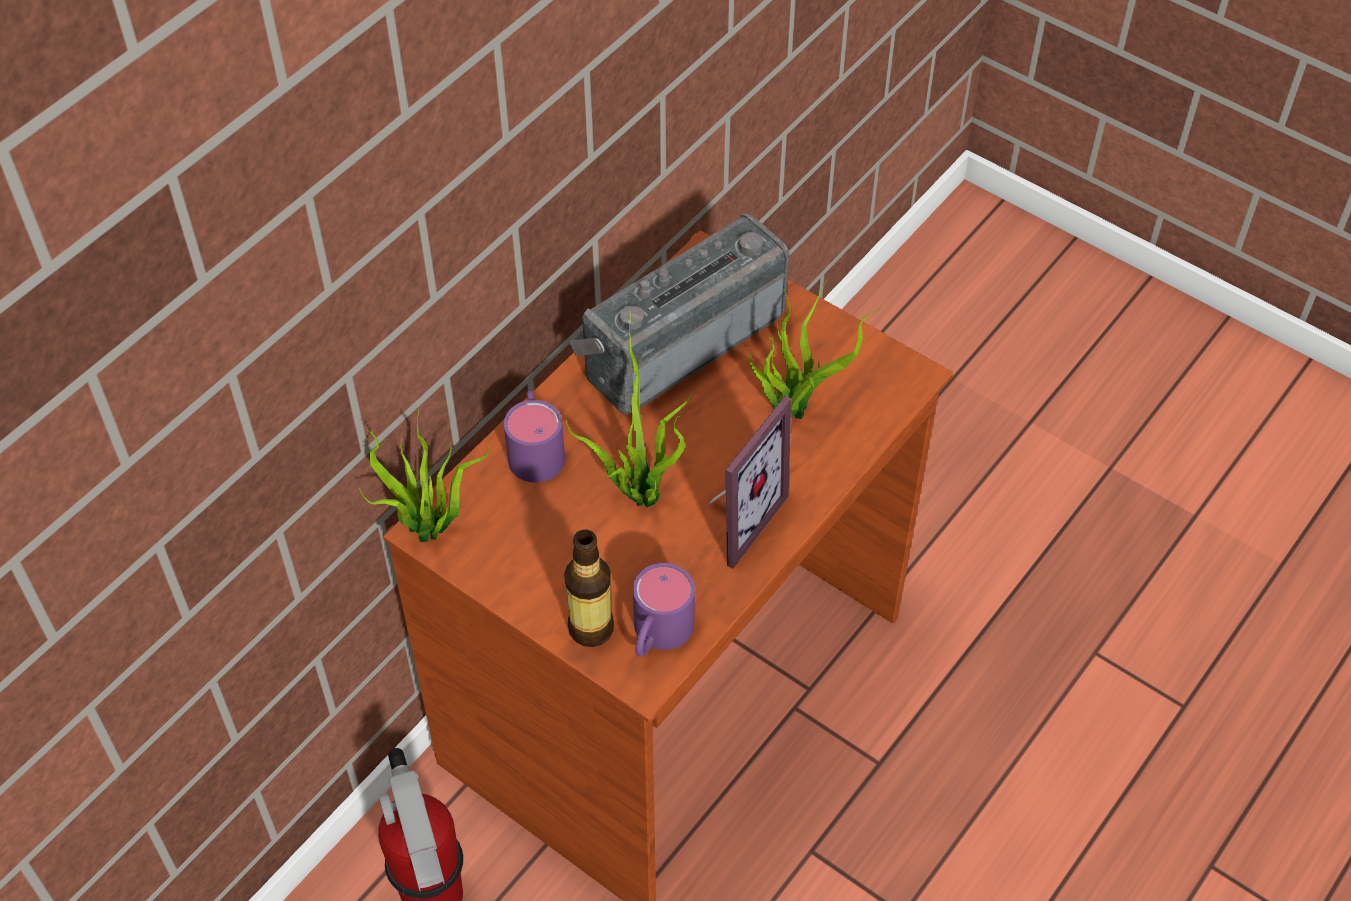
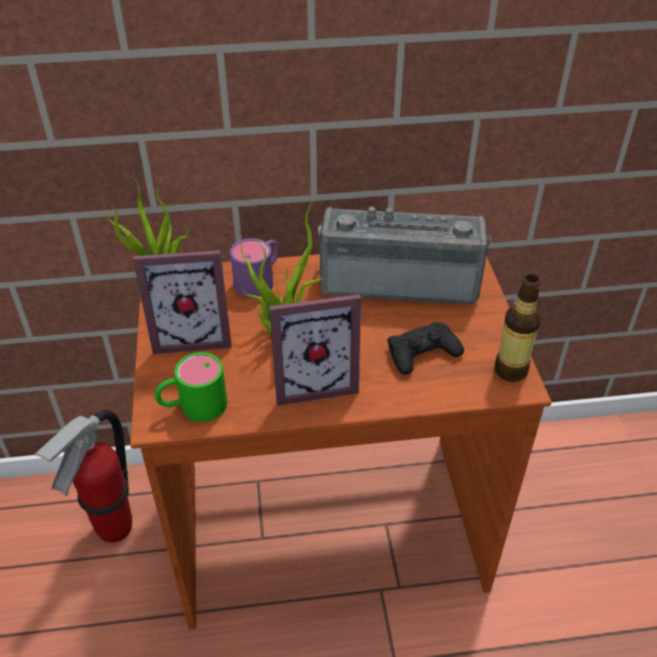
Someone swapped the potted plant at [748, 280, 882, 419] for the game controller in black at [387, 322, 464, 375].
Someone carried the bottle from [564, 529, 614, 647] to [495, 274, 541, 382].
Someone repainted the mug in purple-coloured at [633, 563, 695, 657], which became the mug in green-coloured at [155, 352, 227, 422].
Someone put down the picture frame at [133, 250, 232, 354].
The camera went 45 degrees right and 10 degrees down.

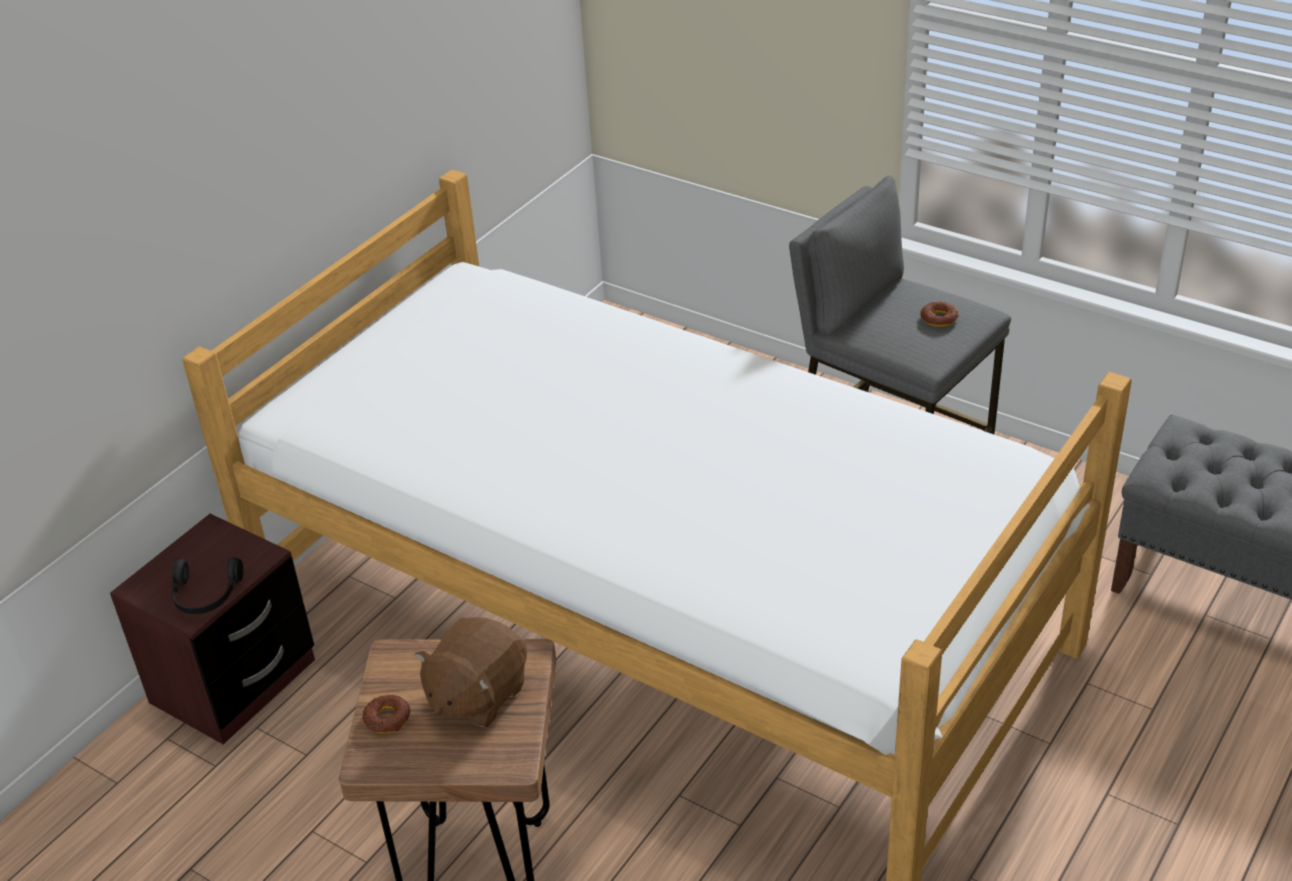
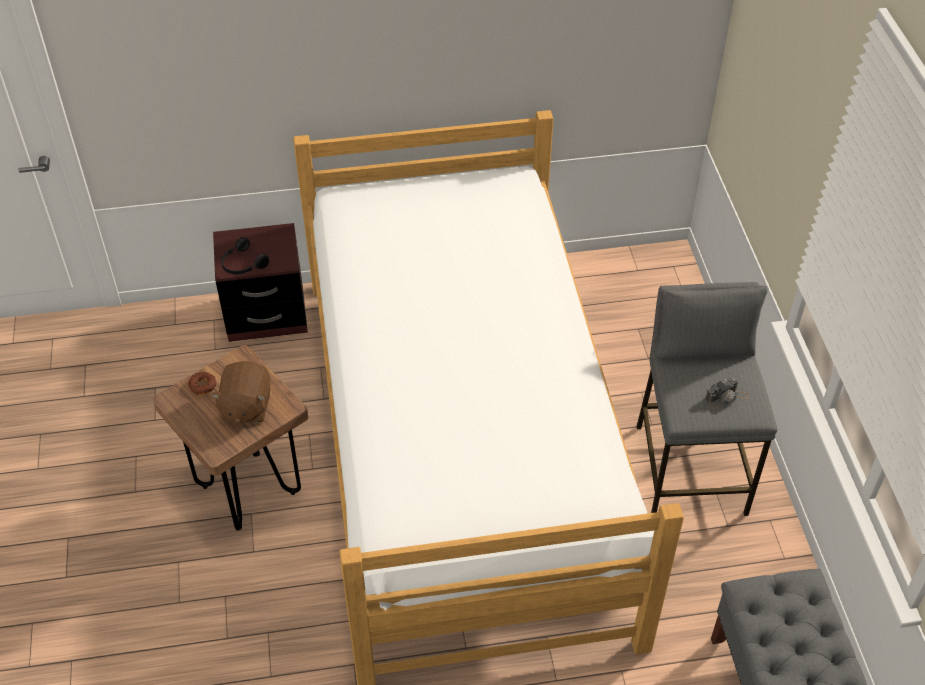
Someone swapped the ring doughnut at [921, 301, 959, 327] for the photo camera at [705, 378, 749, 408].
Someone rotated the soft toy in brown-coloured at [415, 617, 527, 727] by 75 degrees counterclockwise.
The camera went 45 degrees right and 10 degrees up.

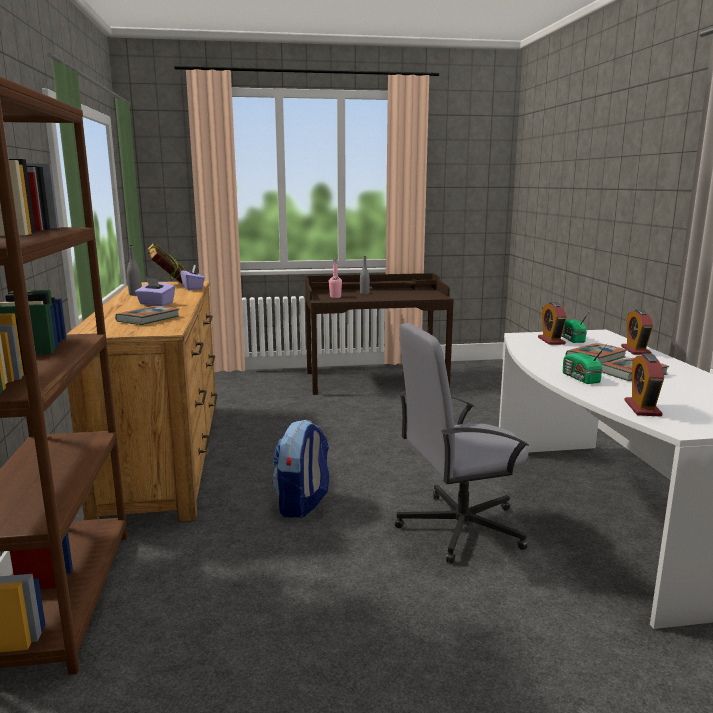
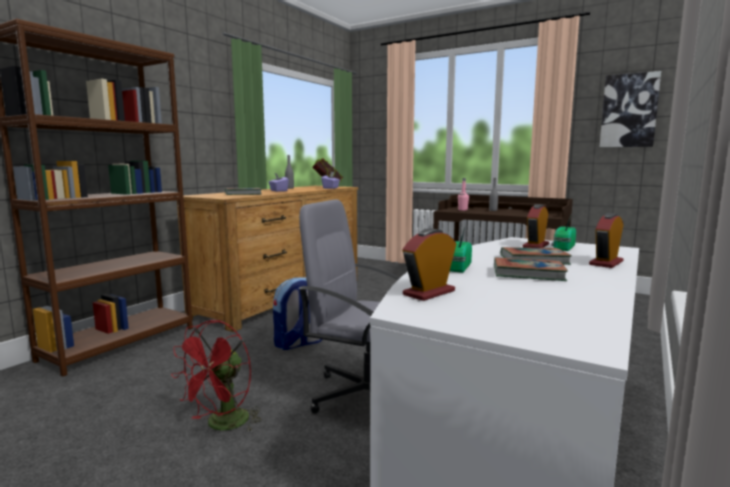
Someone put up the wall picture at [600, 71, 661, 147].
Someone put down the electric fan in reddish at [171, 320, 262, 433].
The camera went 40 degrees right and 5 degrees down.

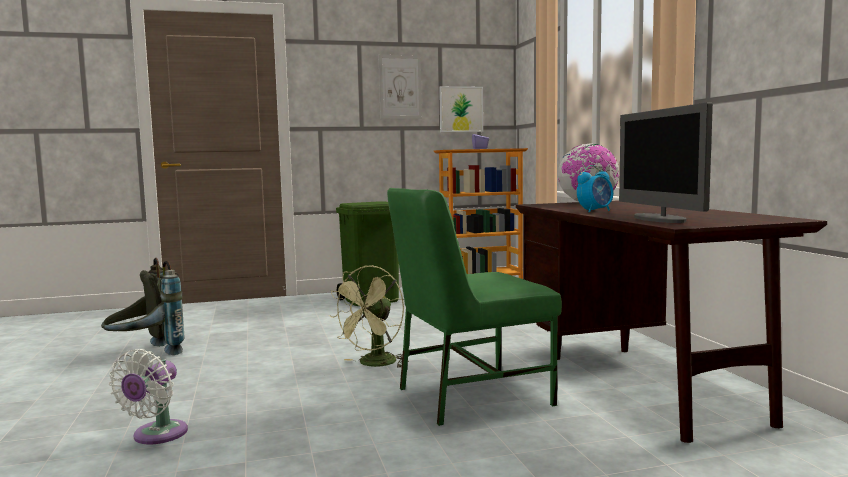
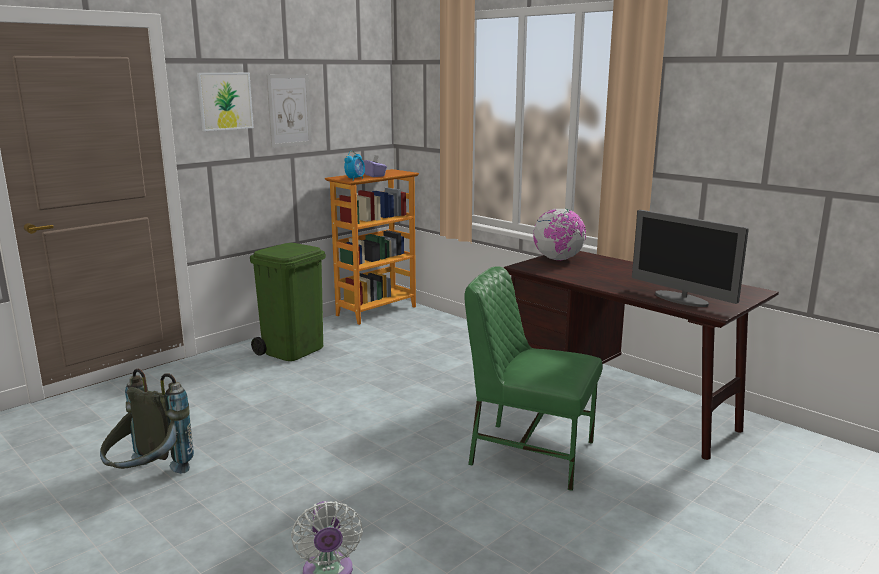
Someone carried the wall picture from [439, 86, 483, 132] to [197, 73, 254, 131].
Someone carried the alarm clock from [577, 165, 613, 213] to [344, 151, 365, 181].
Someone rotated the plain chair in green-coloured at [387, 188, 562, 426] by 75 degrees clockwise.
Someone took away the electric fan in green-coloured at [328, 265, 409, 368].
The camera went 30 degrees left and 10 degrees up.

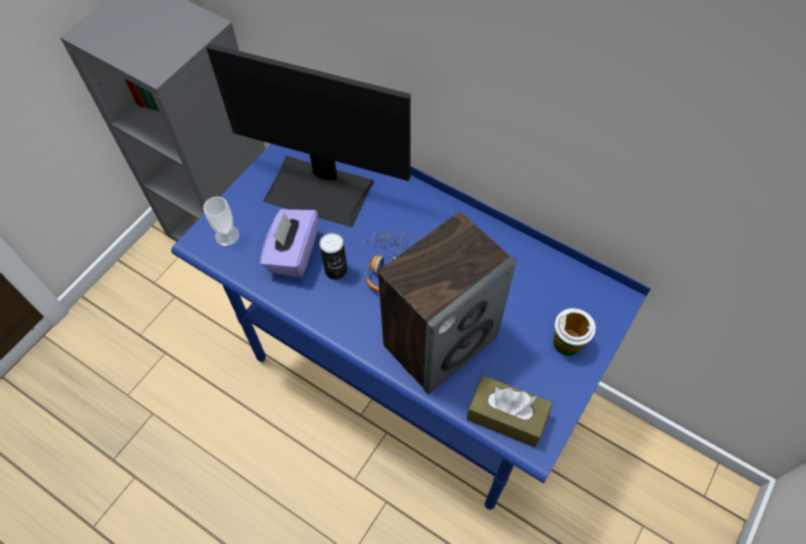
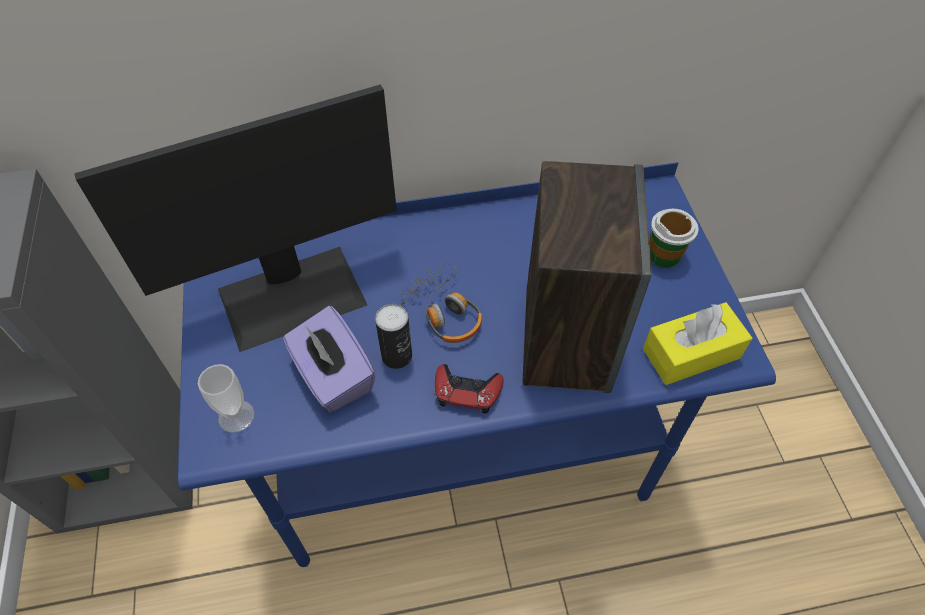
Someone repainted the tissue holder in brown-coloured at [467, 375, 552, 447], which became the tissue holder in yellow at [643, 302, 752, 385].
Someone put down the game controller in reddish at [435, 364, 504, 414].
The camera went 45 degrees left and 5 degrees down.

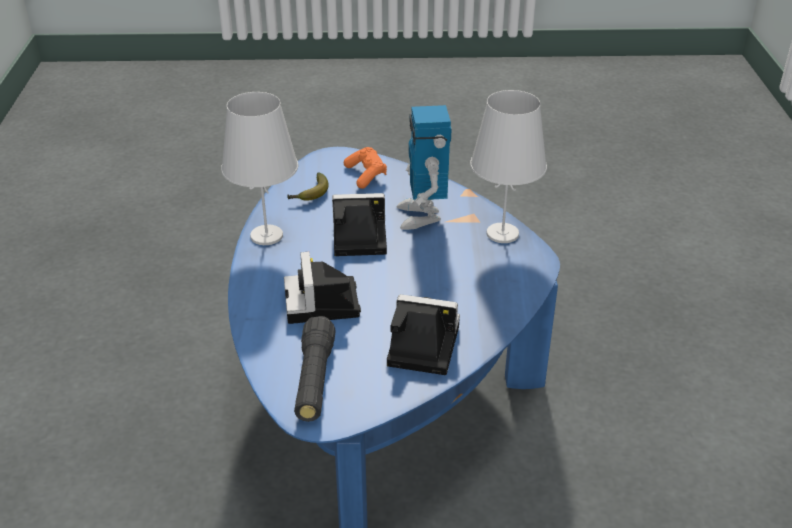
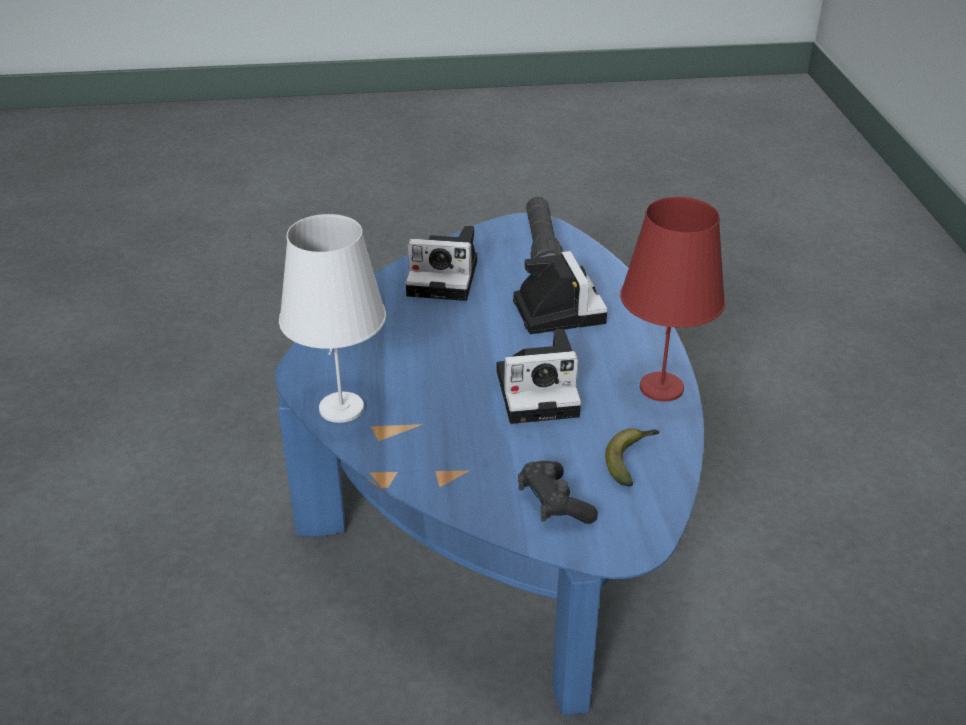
Someone repainted the tabletop lamp in whitish at [221, 92, 298, 245], which became the tabletop lamp in reddish at [620, 197, 726, 402].
Someone took away the robot figure at [397, 105, 452, 230].
Someone repainted the game controller in orangey at [344, 147, 387, 189], which became the game controller in black at [518, 461, 598, 524].
The camera went 175 degrees right and 0 degrees up.

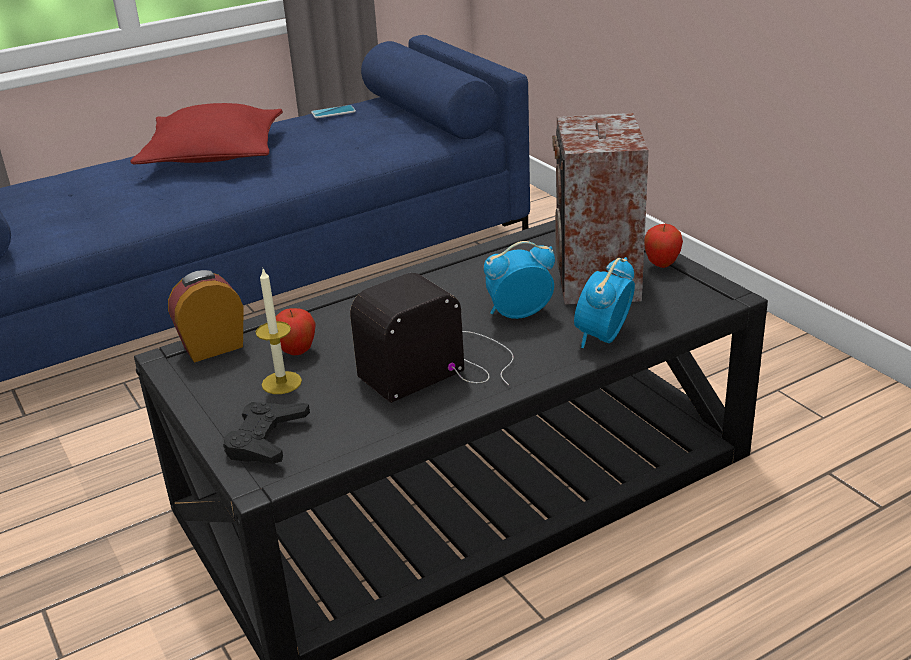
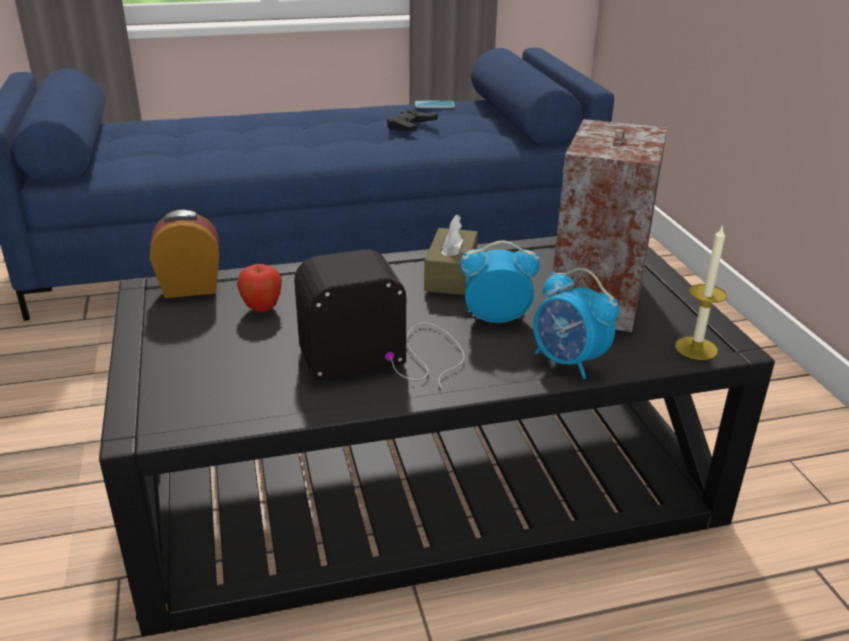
Someone took away the pillow in reddish at [130, 103, 283, 164].
Someone took away the whole apple at [644, 224, 683, 268].
Someone rotated the alarm clock at [574, 257, 635, 348] by 90 degrees counterclockwise.
Someone carried the wax light from [255, 267, 302, 394] to [675, 225, 727, 360].
Someone carried the game controller in black from [222, 402, 310, 464] to [387, 109, 438, 131].
Someone put down the tissue holder in brown-coloured at [424, 214, 478, 295].
The camera went 15 degrees right and 0 degrees up.

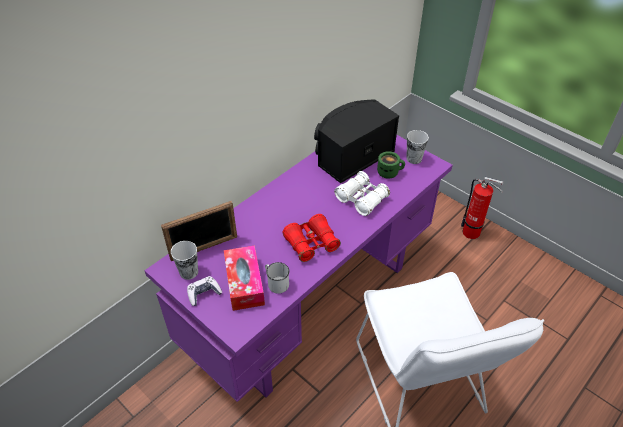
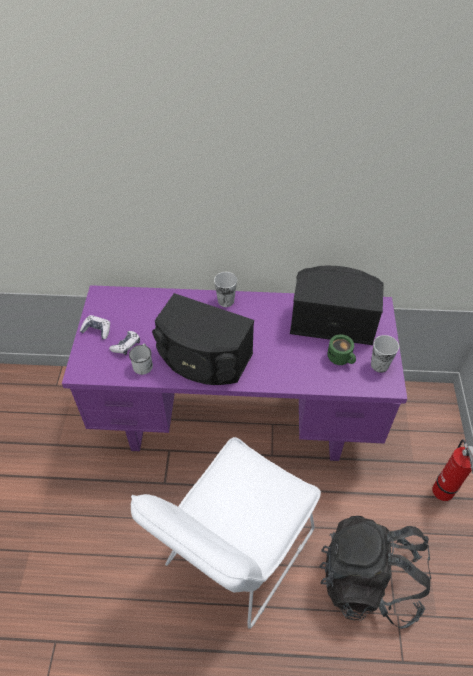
Someone took away the field glasses in whitish at [334, 171, 390, 216].
Someone took away the picture frame at [161, 201, 237, 261].
Someone swapped the field glasses in reddish at [282, 214, 341, 262] for the audio speaker in black at [152, 293, 254, 385].
Someone carried the small cup from [171, 241, 198, 280] to [214, 272, 237, 307].
Someone swapped the tissue holder at [224, 245, 265, 311] for the game controller at [109, 331, 140, 355].
Someone put down the knapsack in black at [319, 516, 431, 629].
The camera went 50 degrees right and 5 degrees up.

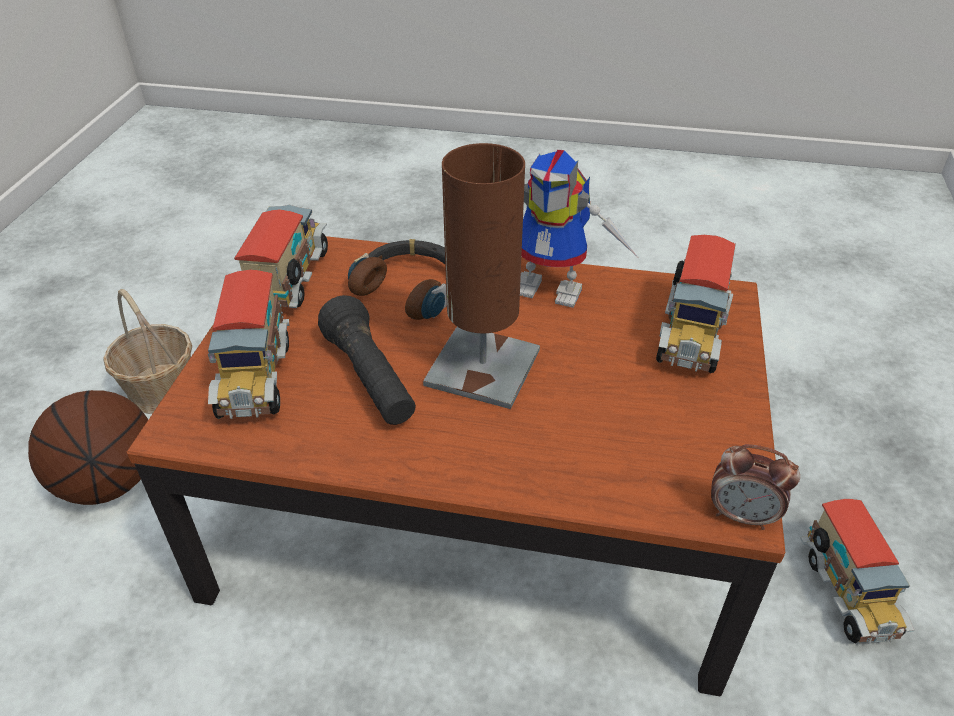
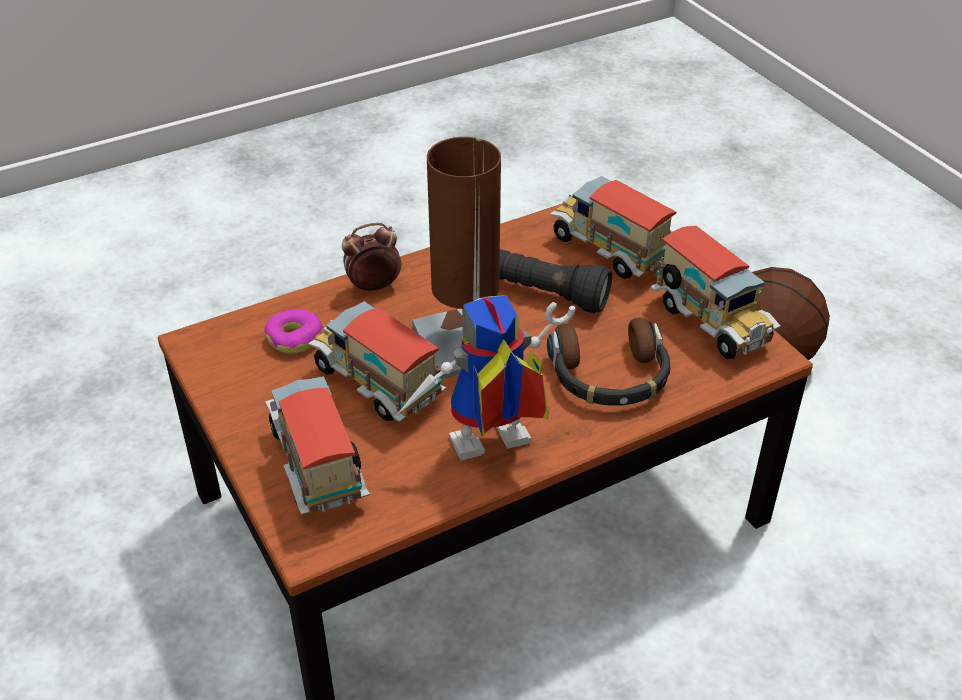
Someone took away the storage basket at [103, 289, 192, 414].
Someone carried the alarm clock from [711, 444, 800, 530] to [342, 223, 401, 294].
Someone carried the toy lorry from [801, 499, 914, 644] to [308, 301, 446, 422].
Someone put down the ring doughnut at [265, 309, 323, 354].
The camera went 140 degrees right and 0 degrees up.

